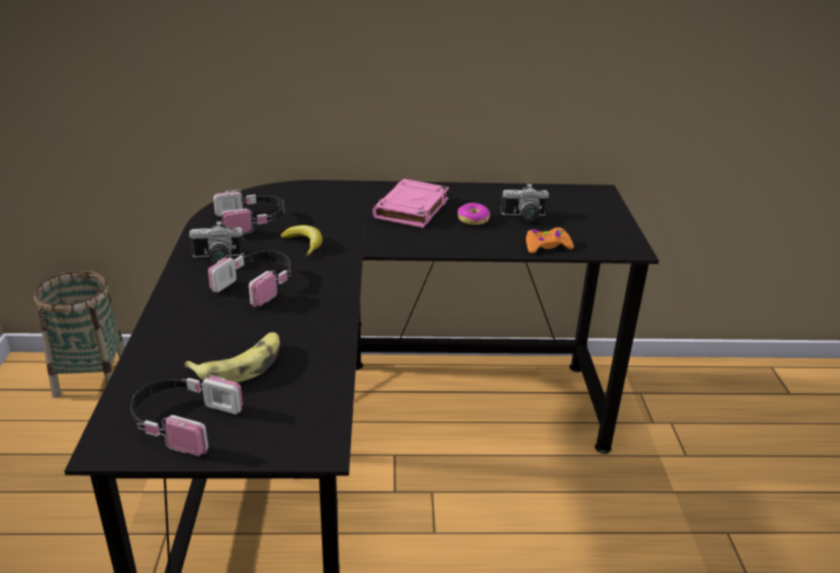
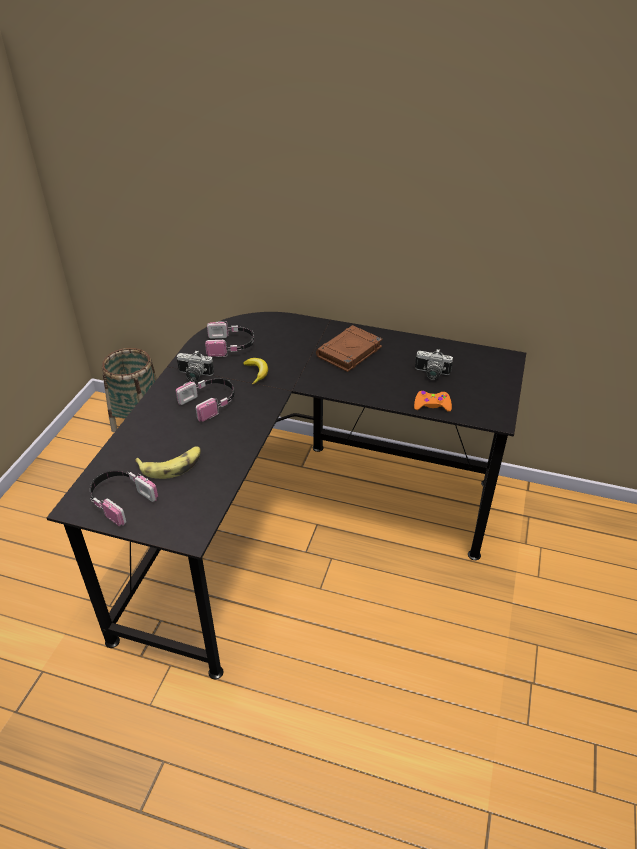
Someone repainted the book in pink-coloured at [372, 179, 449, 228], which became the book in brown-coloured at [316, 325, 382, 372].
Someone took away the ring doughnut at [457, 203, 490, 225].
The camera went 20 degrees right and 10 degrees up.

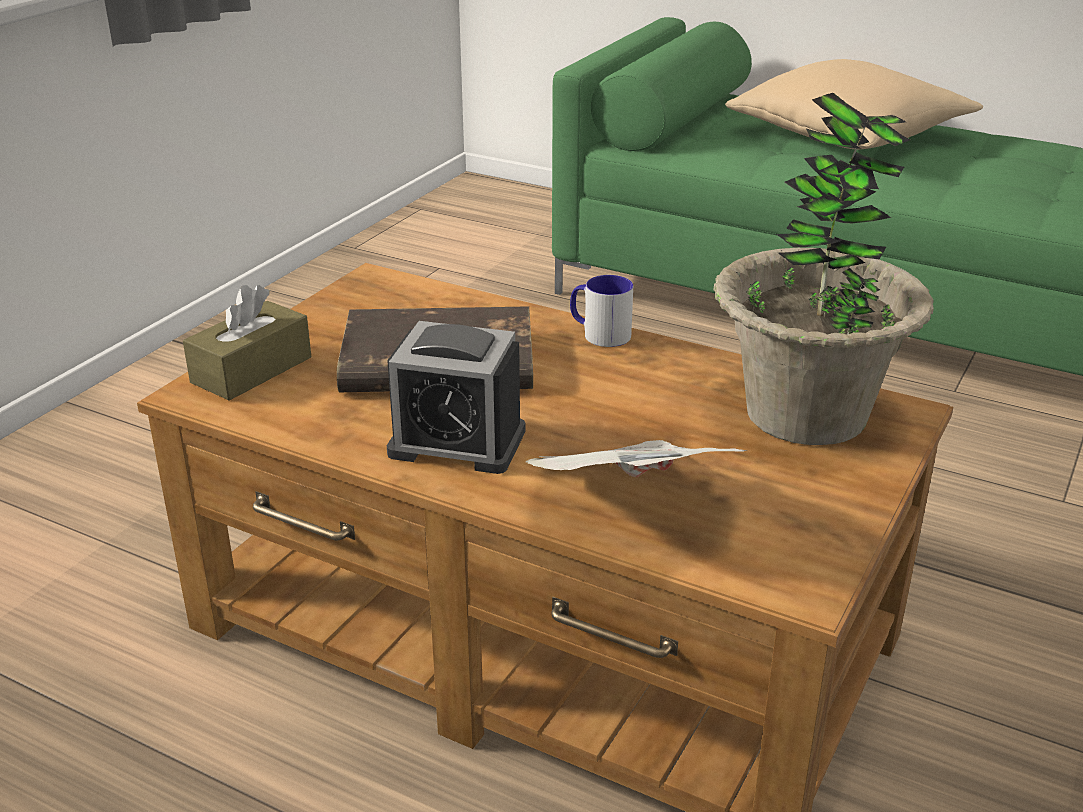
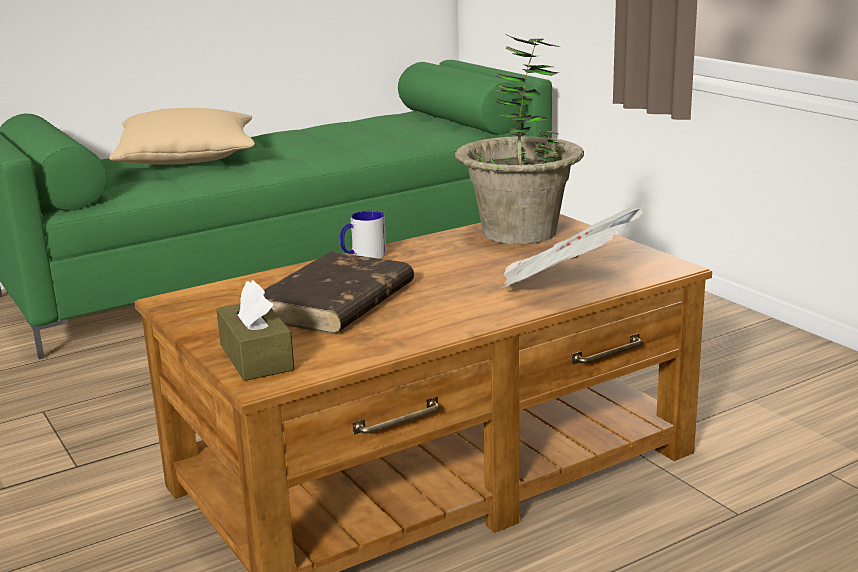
Someone took away the alarm clock at [387, 321, 525, 474].
The camera went 60 degrees left and 10 degrees down.

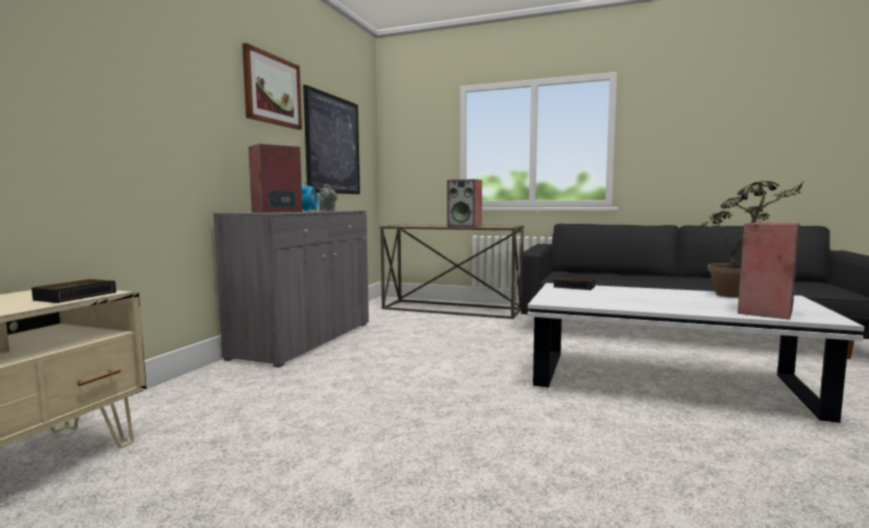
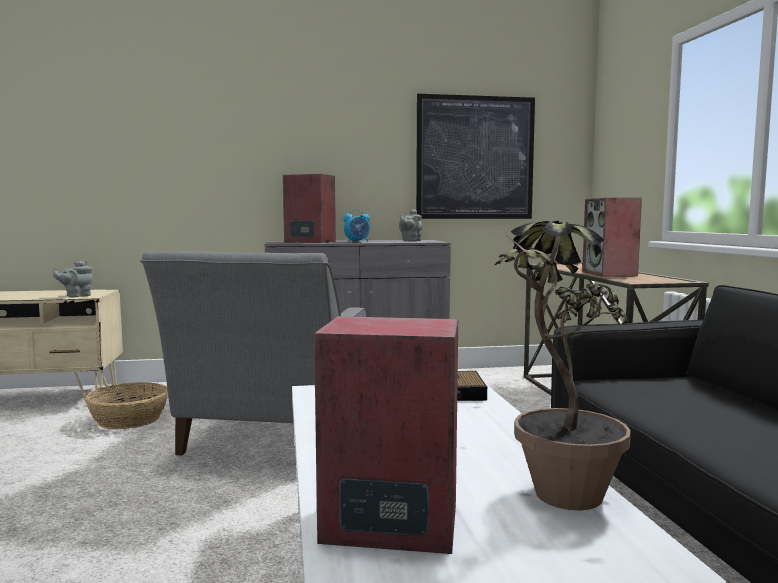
Someone took away the wall picture at [242, 43, 302, 130].
Someone swapped the alarm clock at [32, 279, 116, 303] for the pot for tea in gray at [53, 261, 93, 297].
Someone put down the lounge chair in gray at [140, 251, 366, 455].
Someone put down the storage basket at [85, 382, 168, 429].
The camera went 60 degrees right and 0 degrees up.

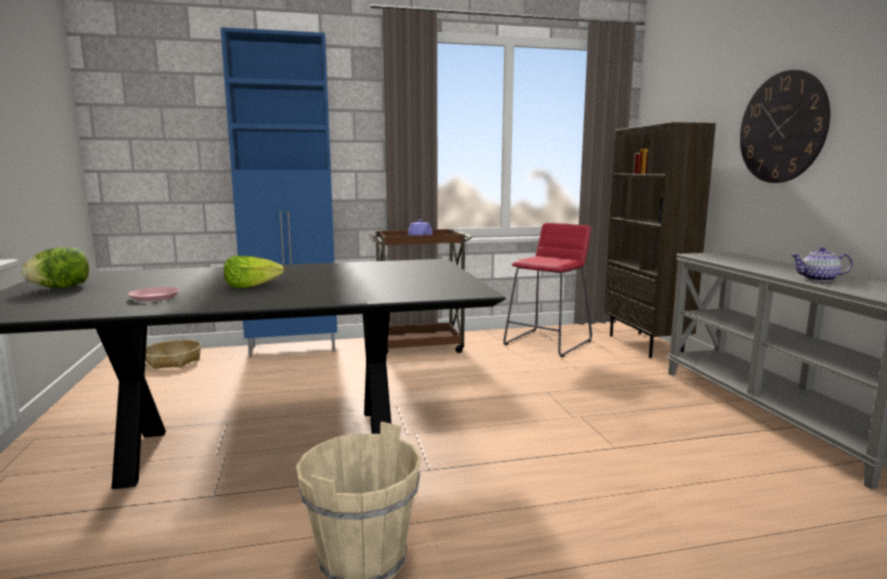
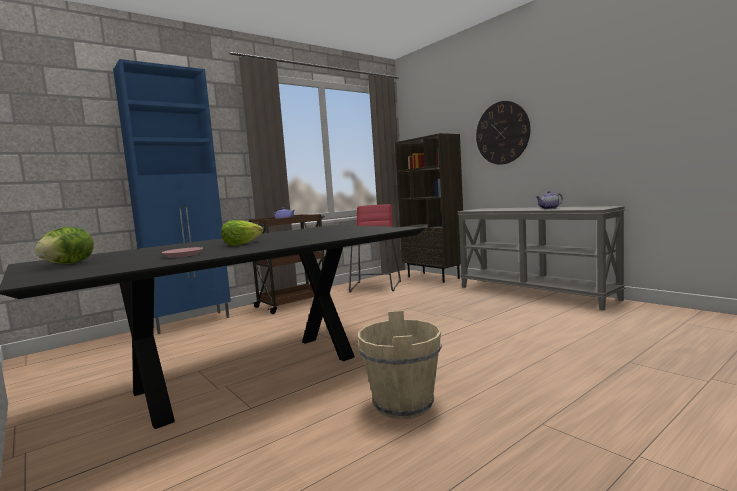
Someone took away the storage basket at [145, 339, 201, 369].
The camera went 25 degrees left and 5 degrees down.

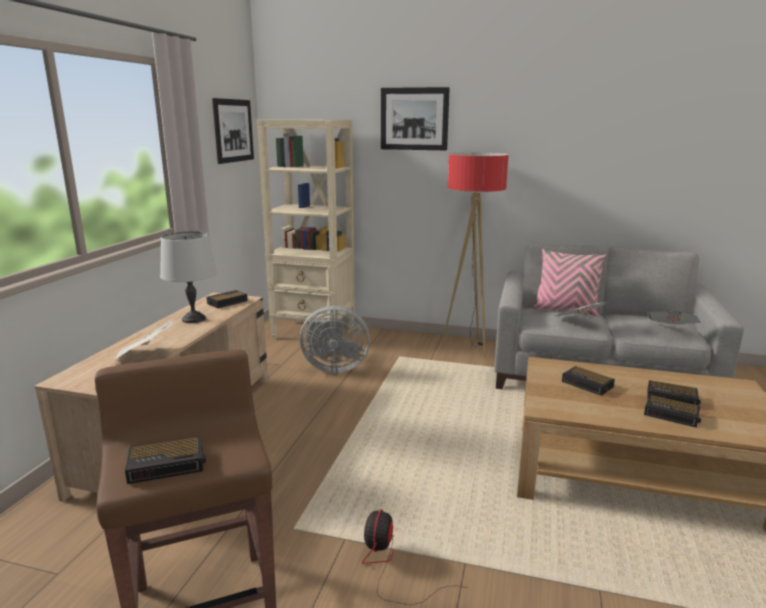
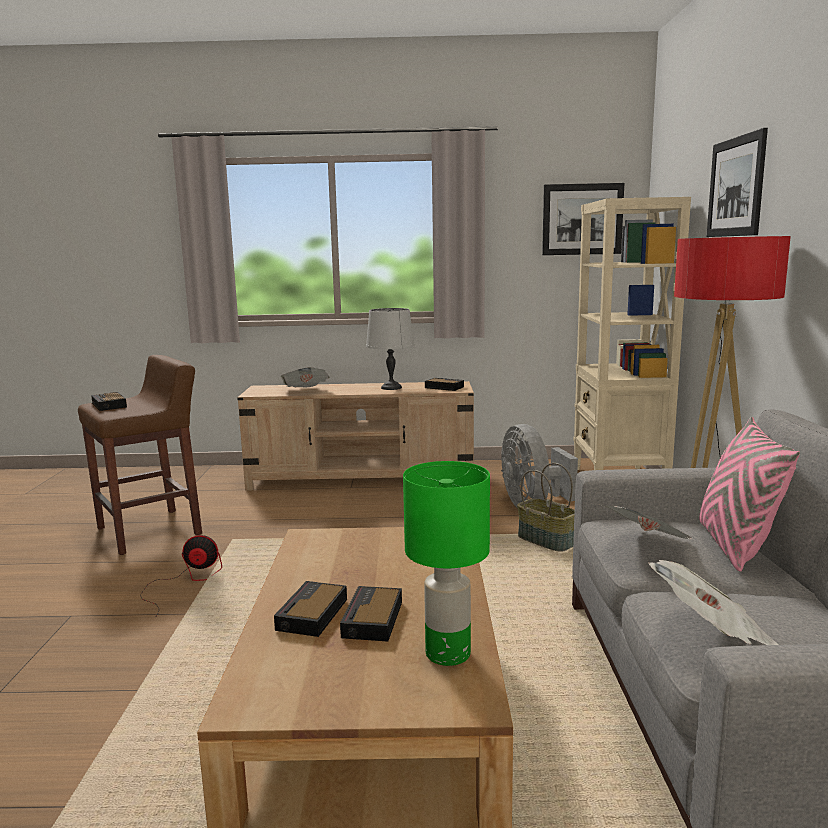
Someone took away the alarm clock at [562, 366, 615, 396].
Someone put down the tabletop lamp in green-coloured at [403, 461, 490, 666].
Someone put down the storage basket at [517, 463, 575, 552].
The camera went 75 degrees right and 5 degrees down.

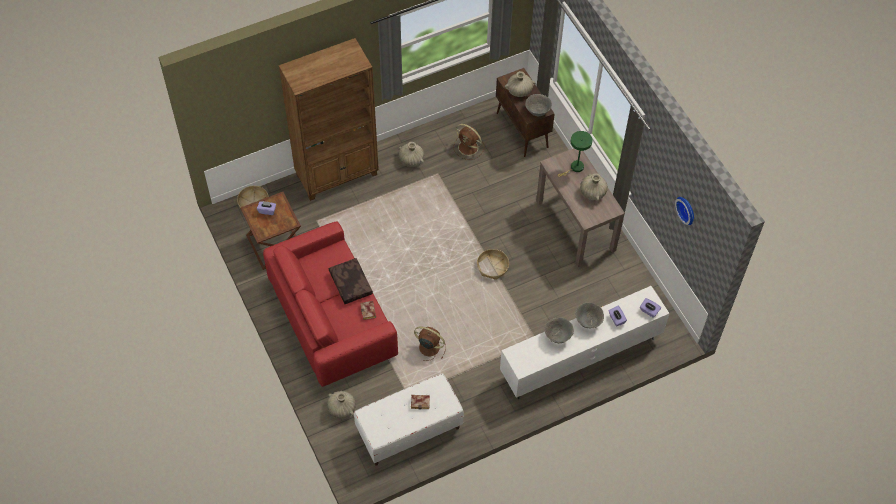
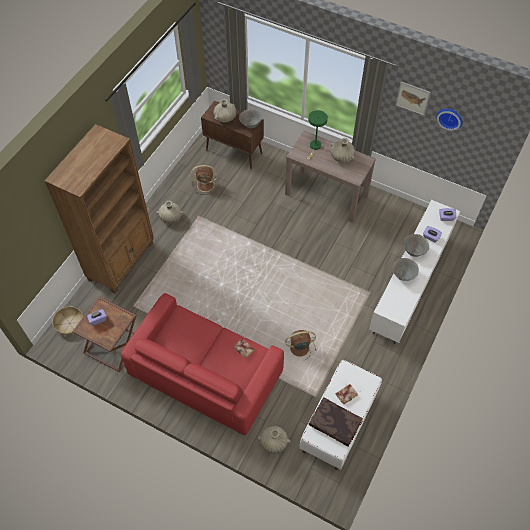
Someone took away the storage basket at [477, 249, 509, 280].
Someone carried the pillow in brown-coloured from [329, 258, 373, 304] to [308, 397, 363, 447].
Someone put up the wall picture at [396, 82, 431, 116].
The camera went 35 degrees left and 0 degrees up.

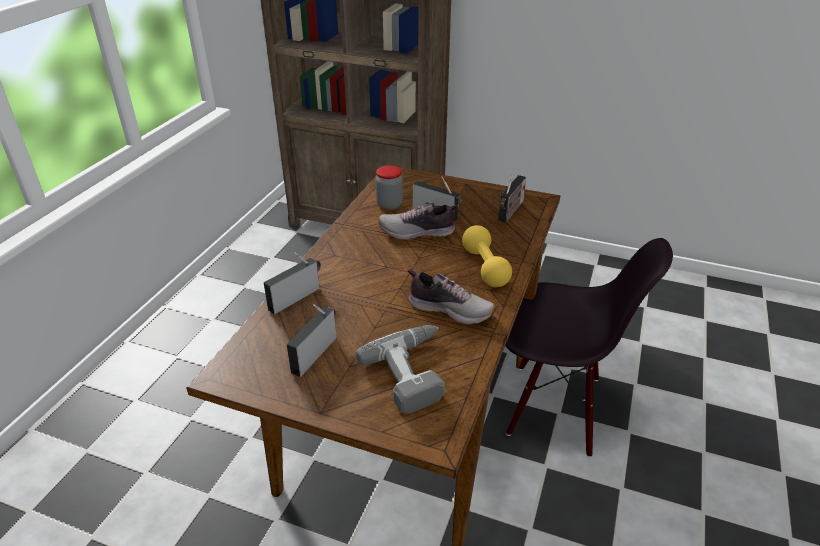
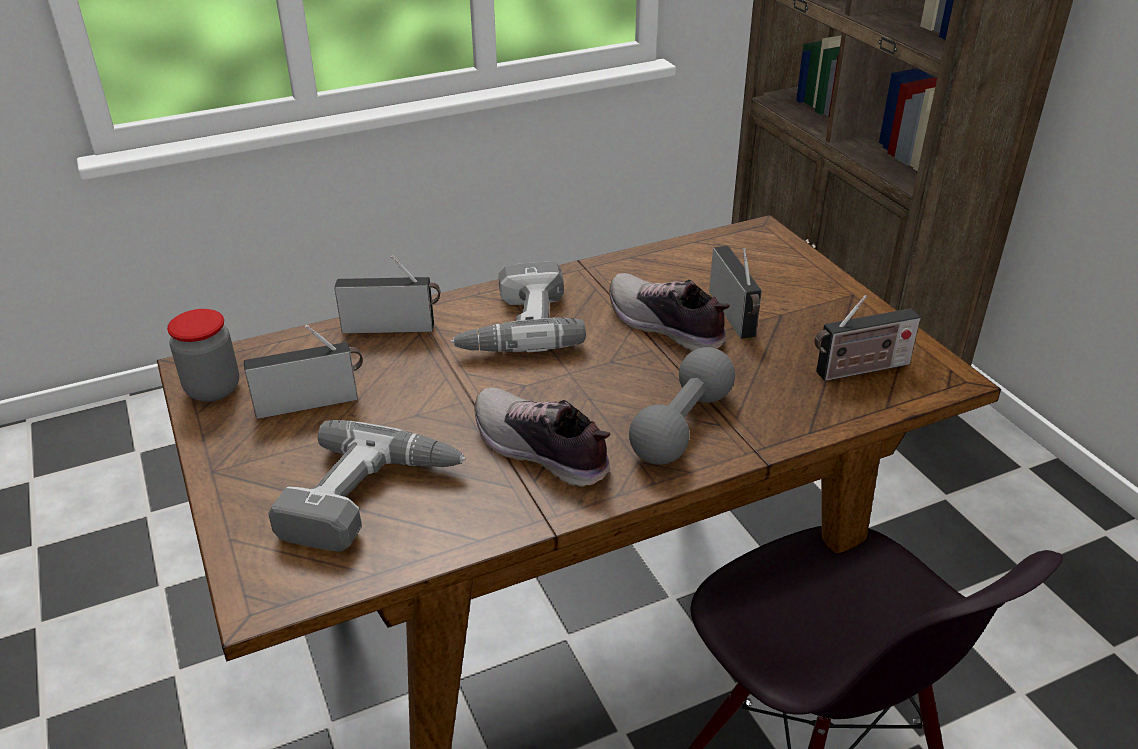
Someone carried the preserve jar from [376, 165, 403, 210] to [167, 309, 239, 402].
Someone repainted the free weight in yellow at [462, 225, 512, 287], which became the free weight in gray at [629, 347, 735, 465].
Someone rotated the shoe at [408, 269, 496, 324] by 150 degrees clockwise.
Someone put down the drill at [451, 262, 586, 352].
The camera went 45 degrees right and 0 degrees up.

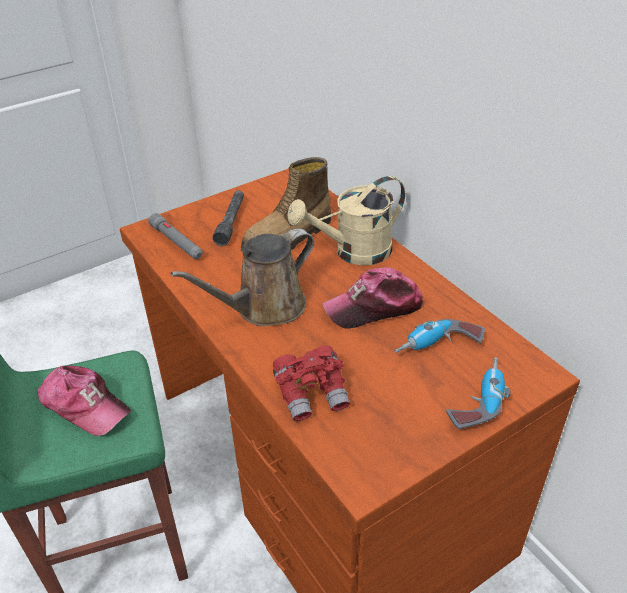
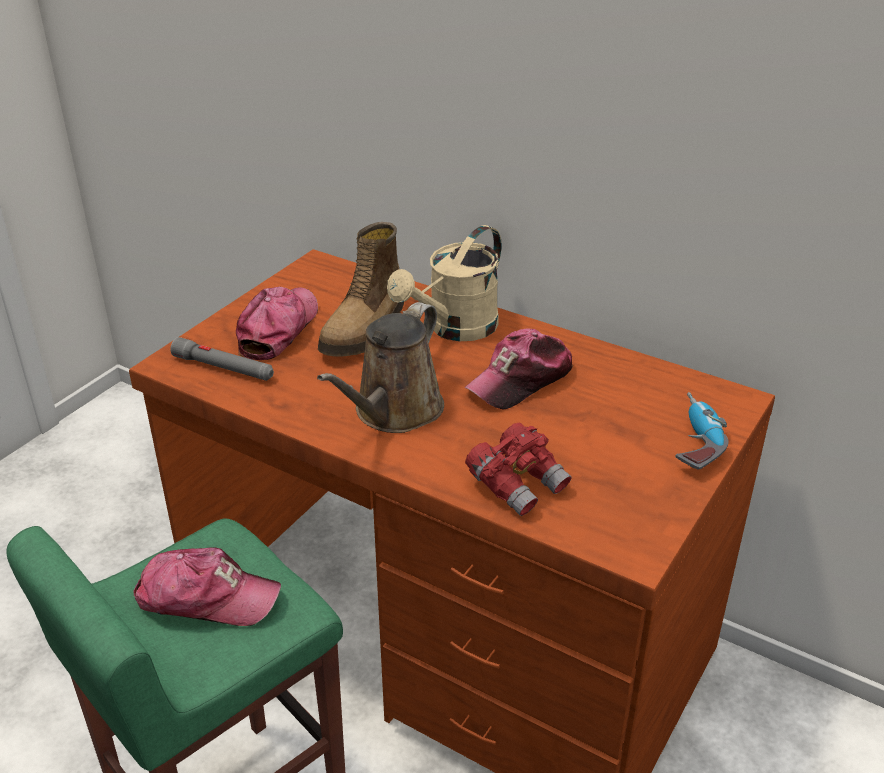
Someone swapped the hand torch in gray at [212, 190, 244, 246] for the peaked cap at [236, 287, 318, 360].
Someone took away the drill at [395, 319, 485, 353].
The camera went 25 degrees left and 5 degrees down.

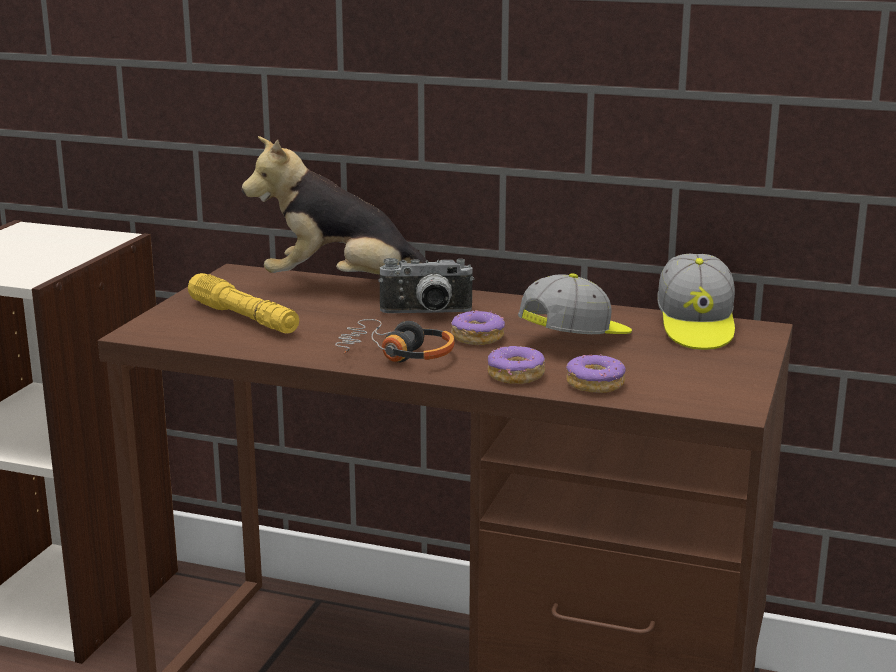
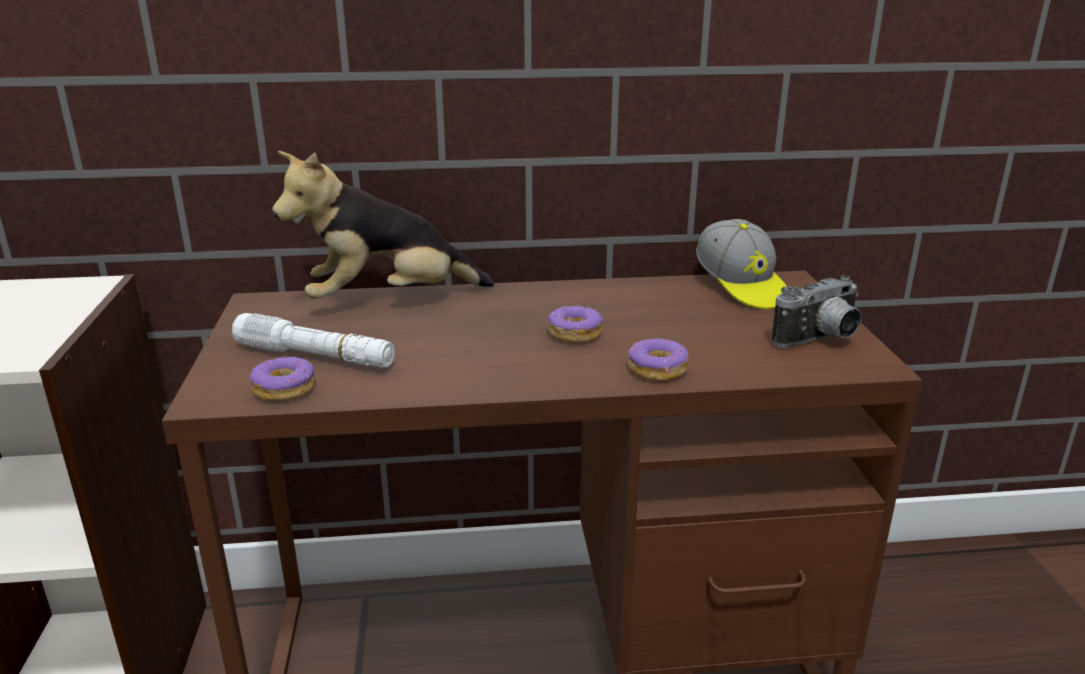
Someone carried the photo camera from [378, 258, 475, 313] to [772, 275, 861, 348].
Someone repainted the hand torch in yellow at [188, 273, 299, 334], which became the hand torch in whitish at [232, 313, 395, 368].
Someone took away the peaked cap at [518, 273, 632, 334].
Someone took away the headphones at [335, 319, 455, 362].
Someone carried the ring doughnut from [566, 354, 626, 393] to [250, 356, 315, 401].
The camera went 25 degrees left and 5 degrees up.

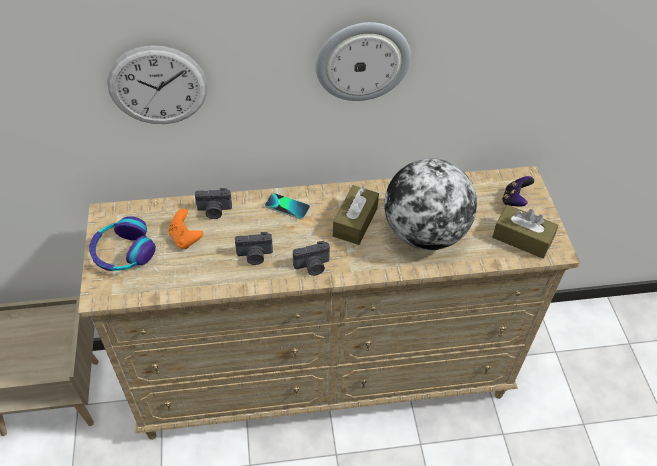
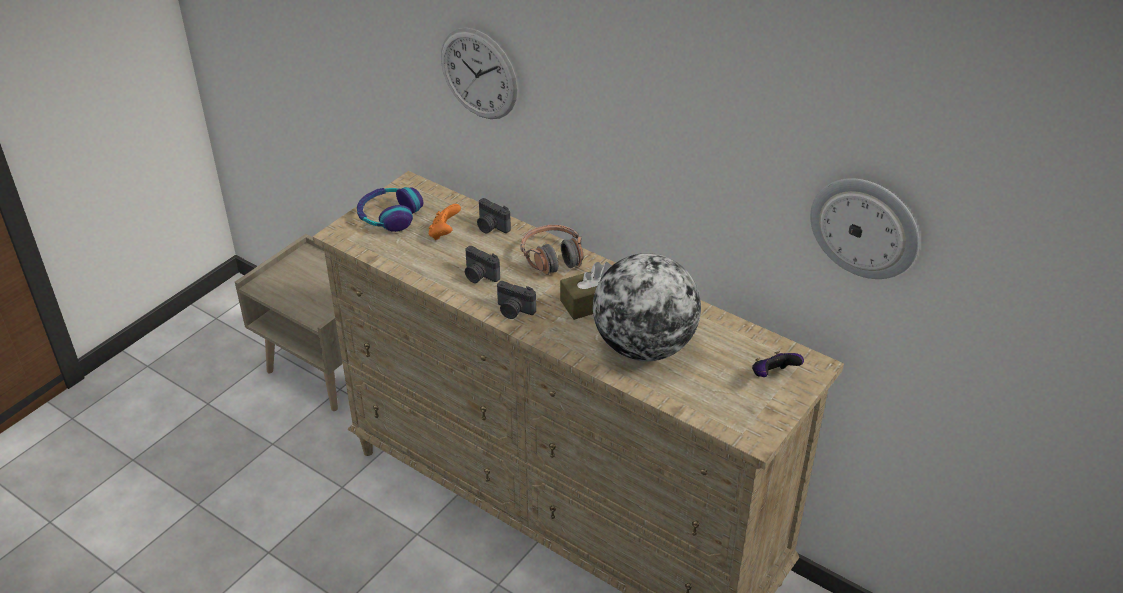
Someone carried the clock on the wall from [316, 22, 411, 101] to [810, 178, 919, 279].
Someone swapped the telephone at [265, 193, 310, 220] for the headphones at [520, 225, 584, 275].
Someone took away the tissue holder in brown-coloured at [492, 204, 558, 259].
The camera went 45 degrees right and 10 degrees down.

